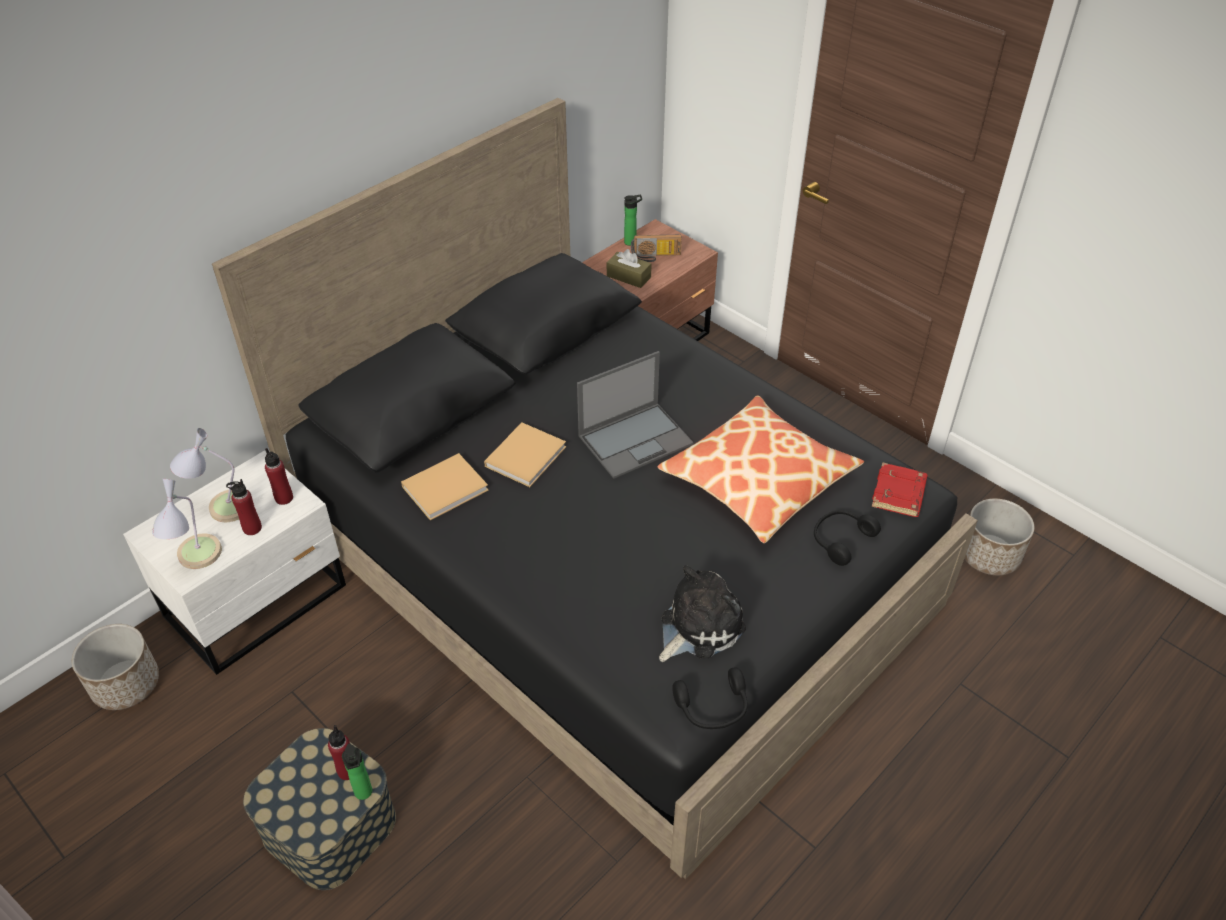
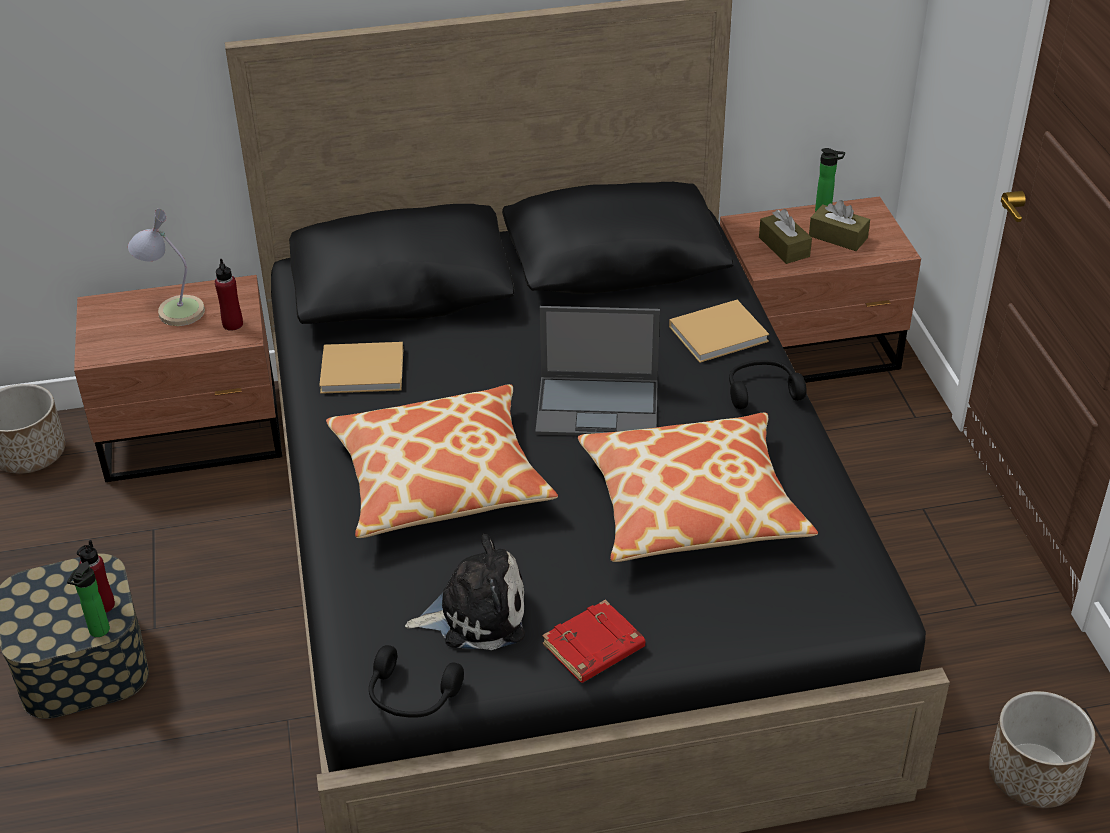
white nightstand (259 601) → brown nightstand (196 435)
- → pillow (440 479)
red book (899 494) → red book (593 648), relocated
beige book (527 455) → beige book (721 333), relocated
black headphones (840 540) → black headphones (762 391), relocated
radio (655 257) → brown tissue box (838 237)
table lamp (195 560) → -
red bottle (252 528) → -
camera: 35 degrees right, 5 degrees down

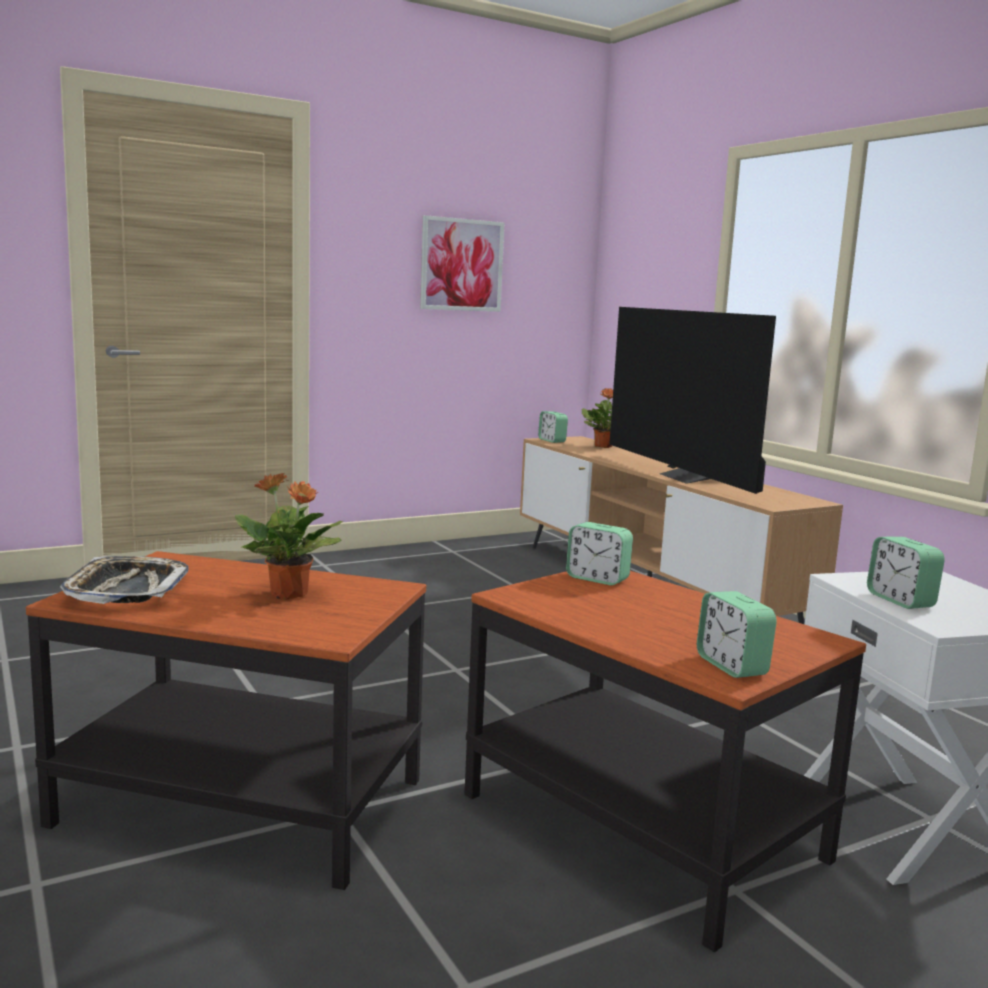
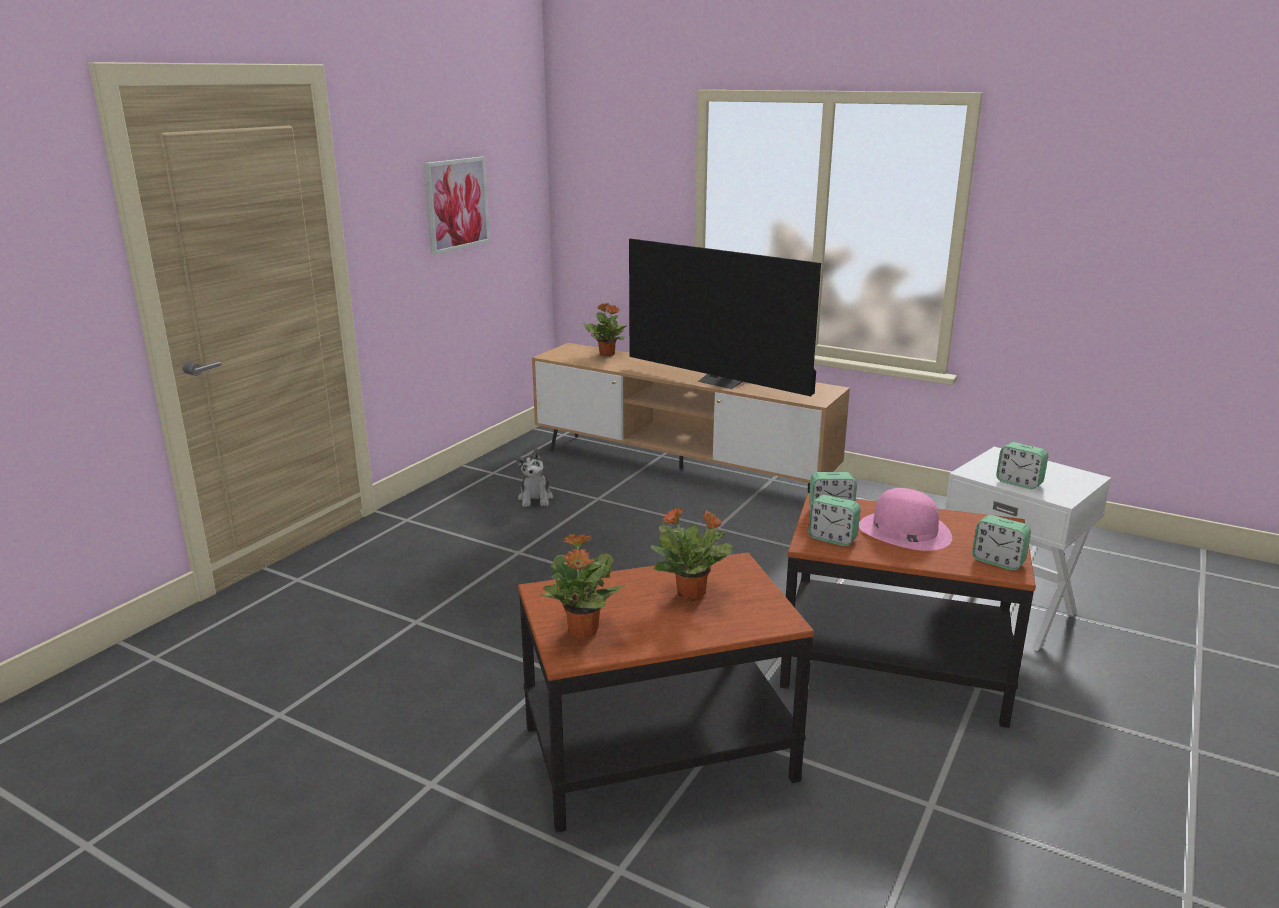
- → plush toy (536 498)
tray (126 589) → potted plant (582 631)
alarm clock (552 440) → alarm clock (832 539), relocated
- → pink hat (904 531)
camera: 30 degrees left, 10 degrees up

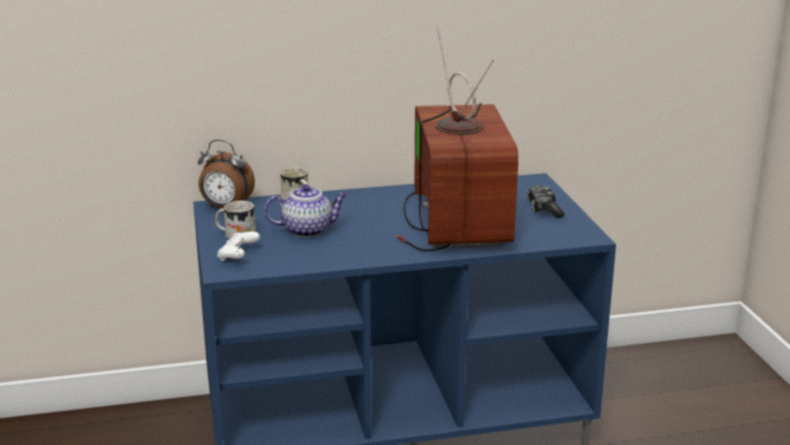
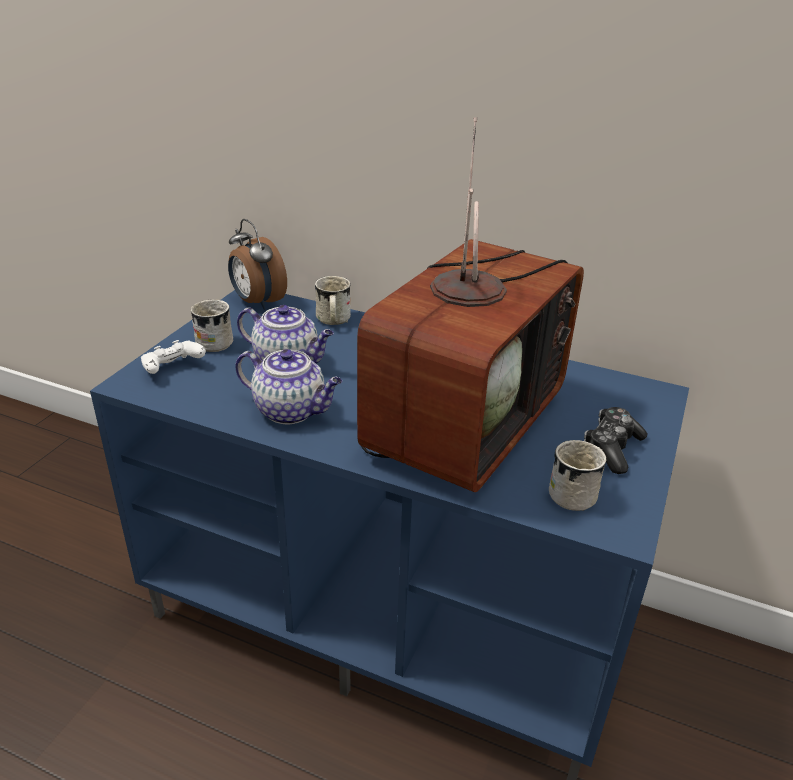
- → teapot (291 411)
- → white mug (578 493)
camera: 35 degrees right, 10 degrees up

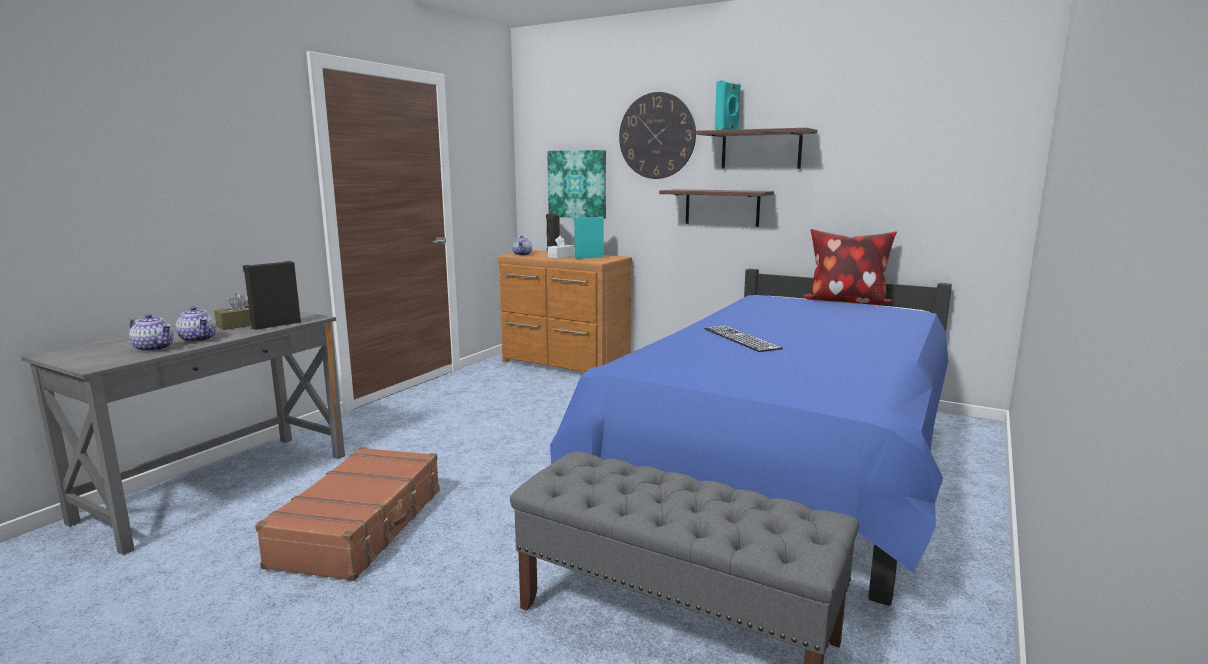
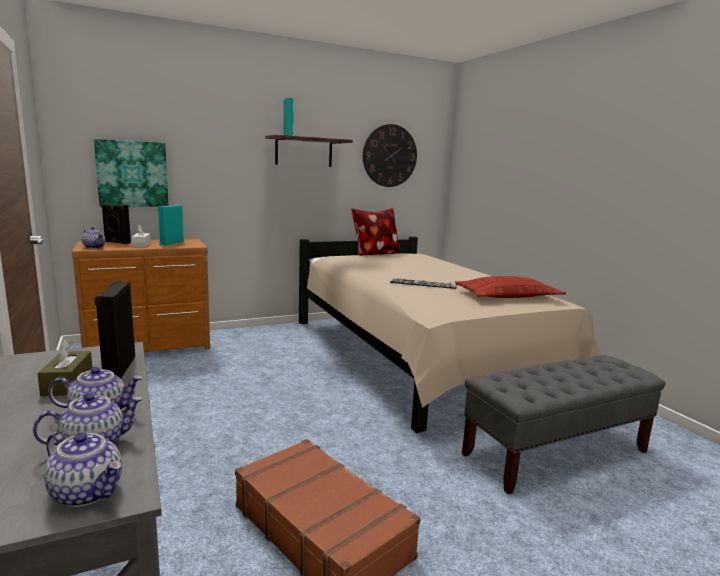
- → teapot (88 492)
blue bed (786 462) → beige bed (417 358)
wall clock (657 136) → wall clock (389 156), relocated
- → pillow (507 296)
shelf (722 207) → -
camera: 55 degrees left, 0 degrees up

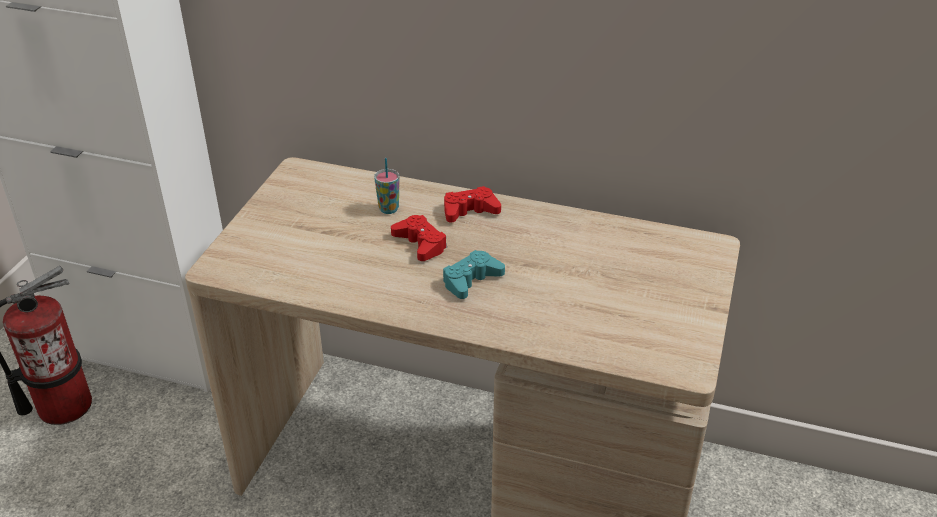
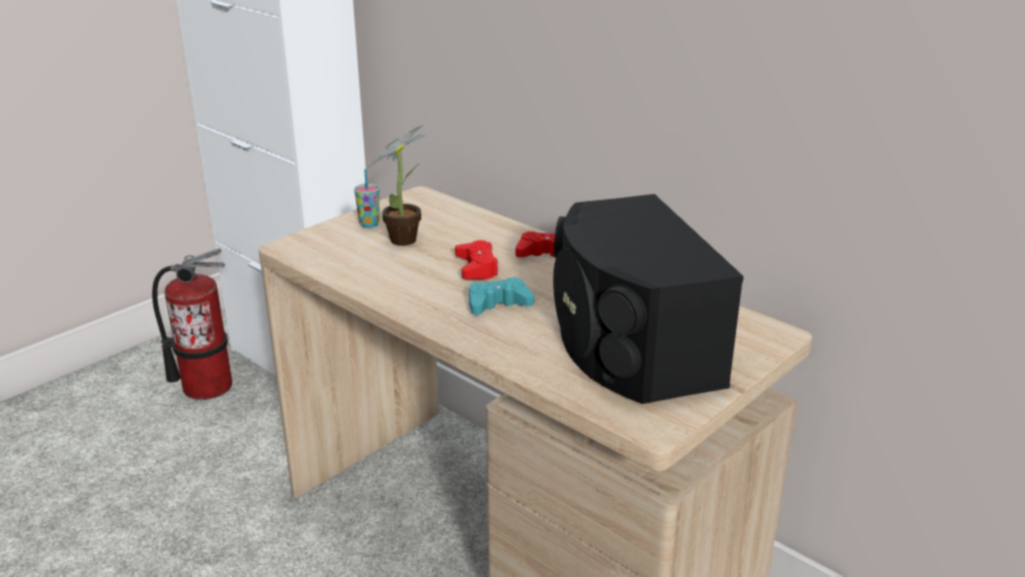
cup (388 209) → cup (369 224), relocated
- → potted plant (407 239)
- → black speaker (629 346)
camera: 25 degrees right, 10 degrees down

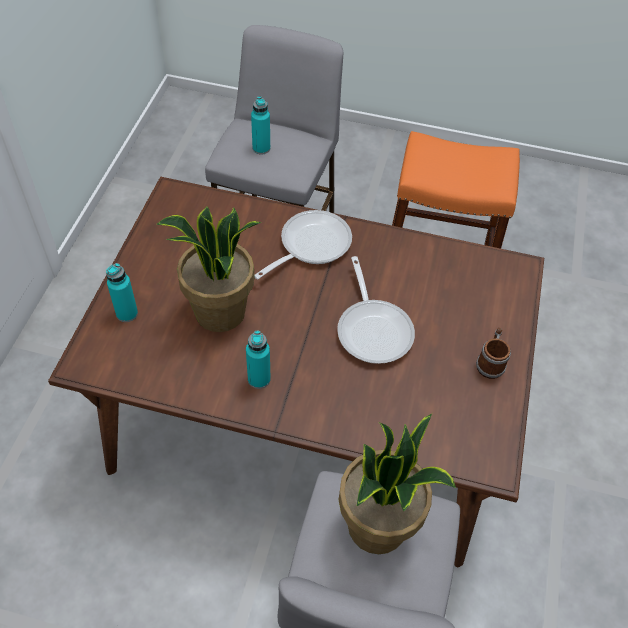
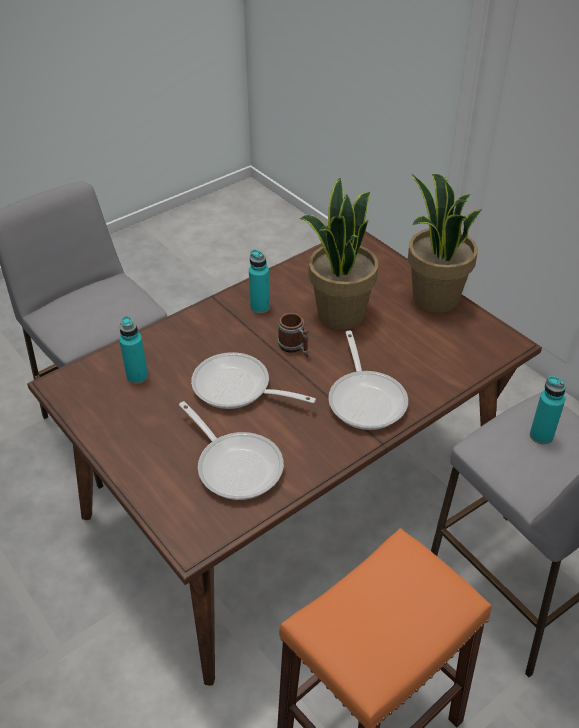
turquoise bottle (127 313) → turquoise bottle (137 376), relocated
- → frying pan (236 465)
mug (490 363) → mug (295 347), relocated
potted plant (378 526) → potted plant (434 298), relocated
camera: 130 degrees right, 10 degrees down

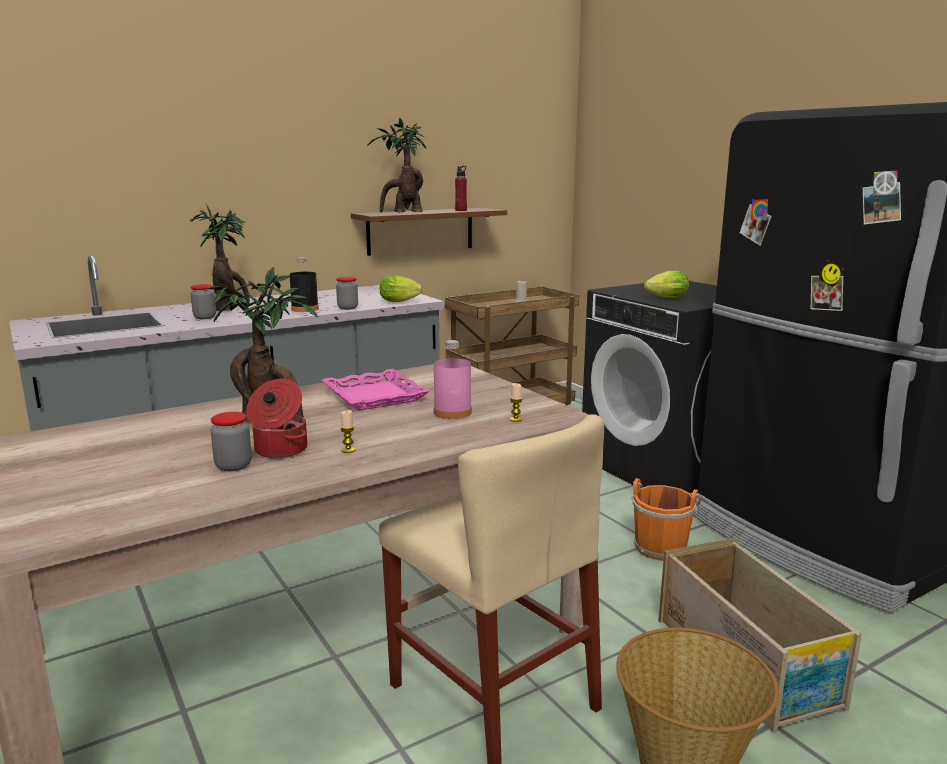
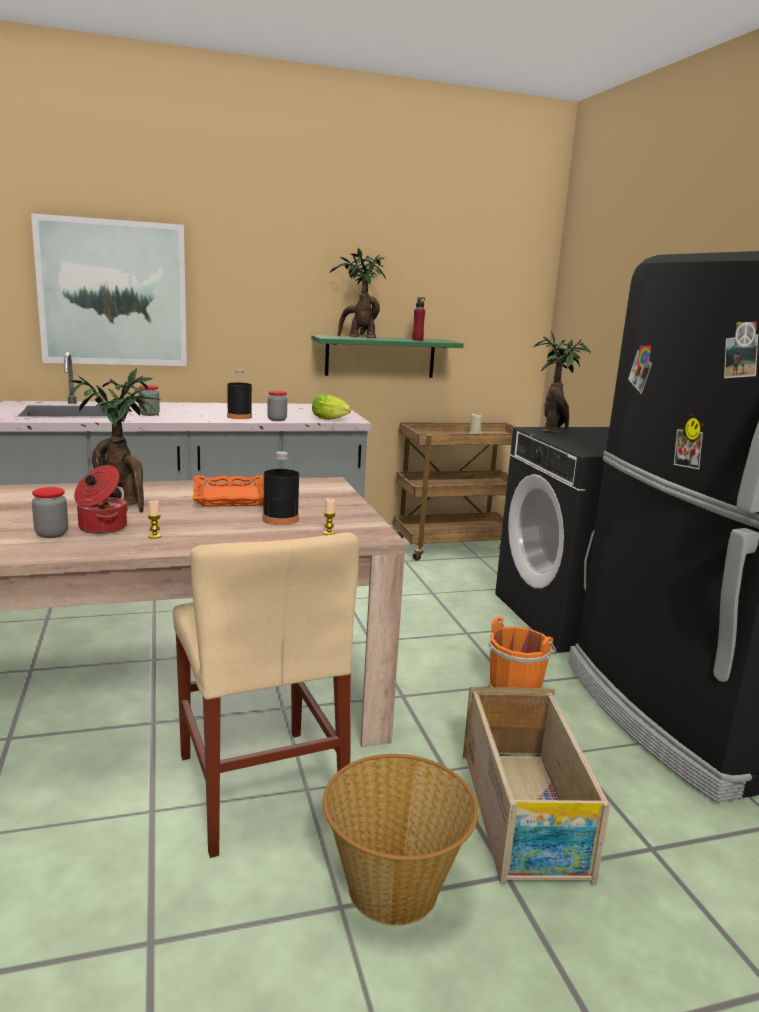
- → picture (113 293)
pink tray (375 396) → orange tray (232 497)
pink bottle (452 412) → black bottle (280 519)
brown shelf (420 231) → green shelf (380 357)
potted plant (229 308) → potted plant (553 431), relocated
lettuce (665 298) → -
camera: 15 degrees right, 0 degrees up

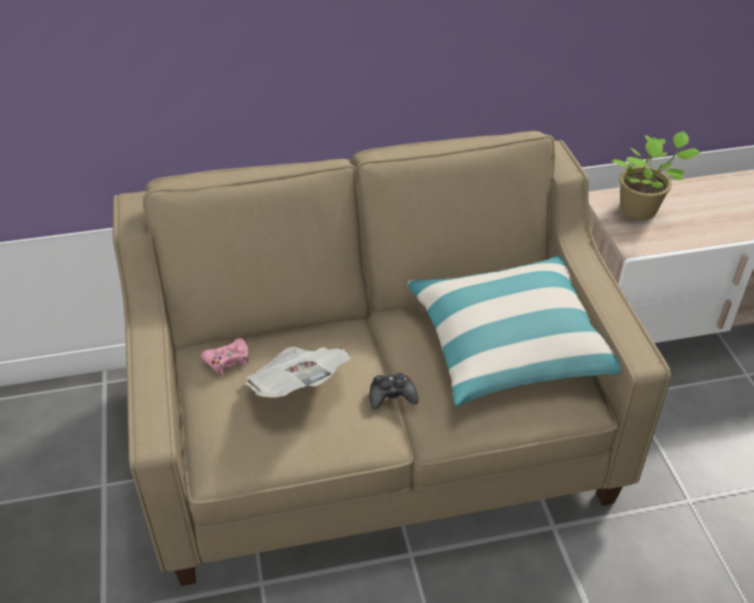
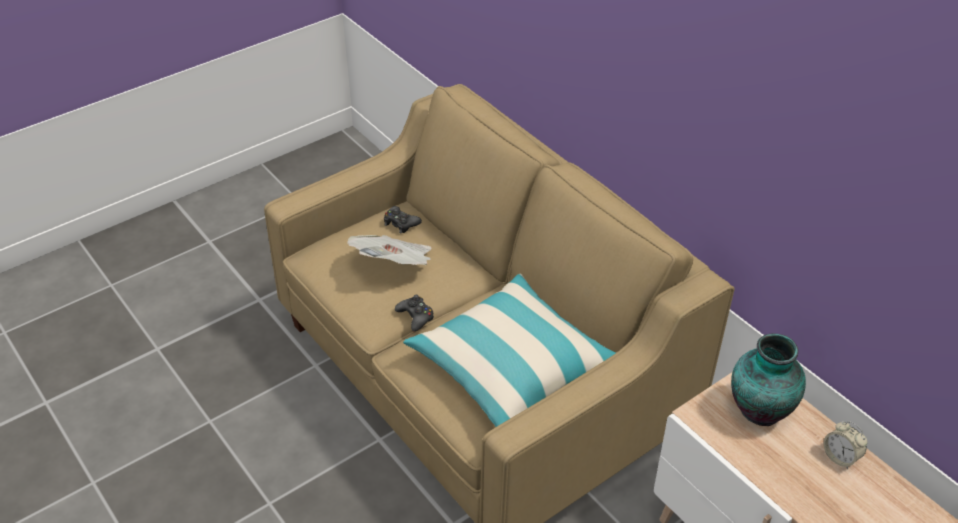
pink game controller (228 360) → black game controller (401 223)
potted plant (641 210) → vase (759 409)
- → alarm clock (840 457)
camera: 65 degrees right, 0 degrees up

